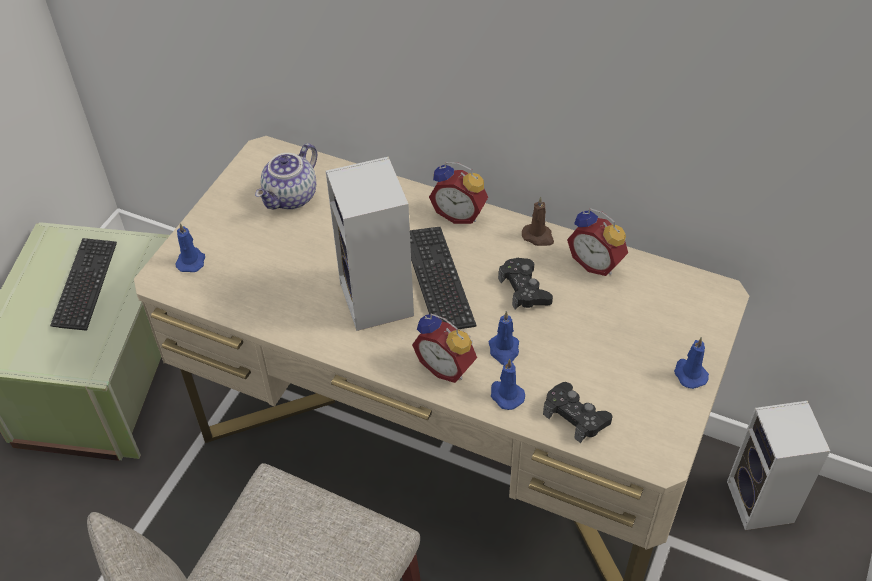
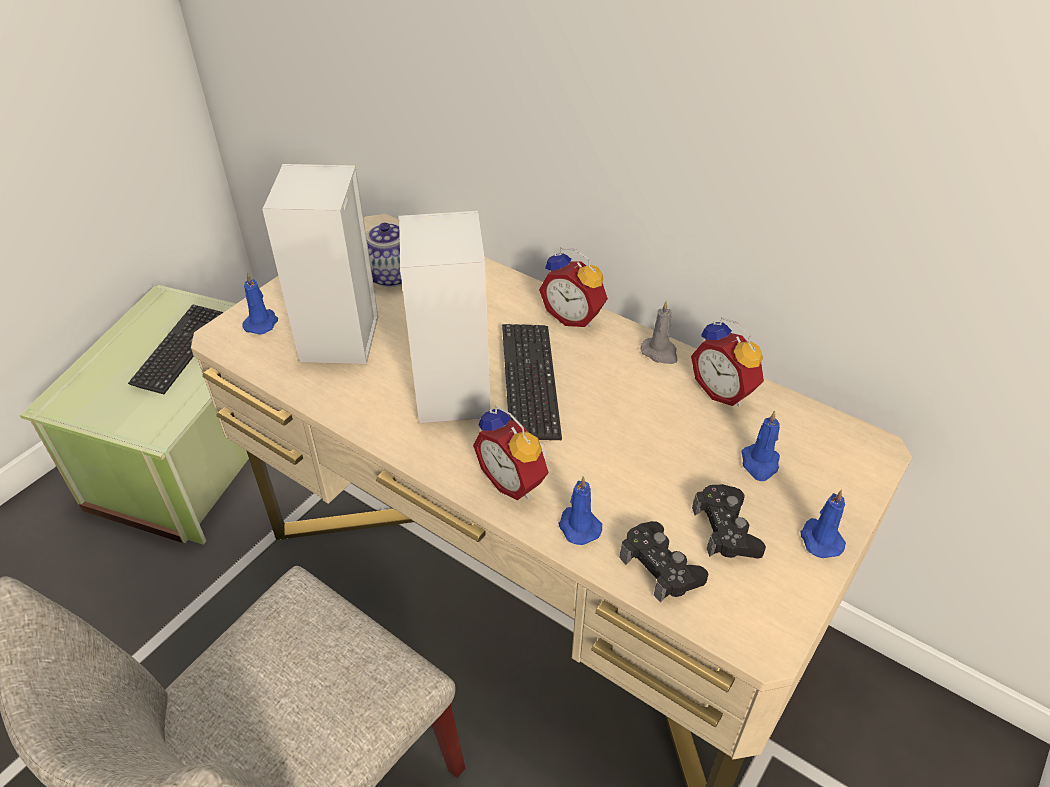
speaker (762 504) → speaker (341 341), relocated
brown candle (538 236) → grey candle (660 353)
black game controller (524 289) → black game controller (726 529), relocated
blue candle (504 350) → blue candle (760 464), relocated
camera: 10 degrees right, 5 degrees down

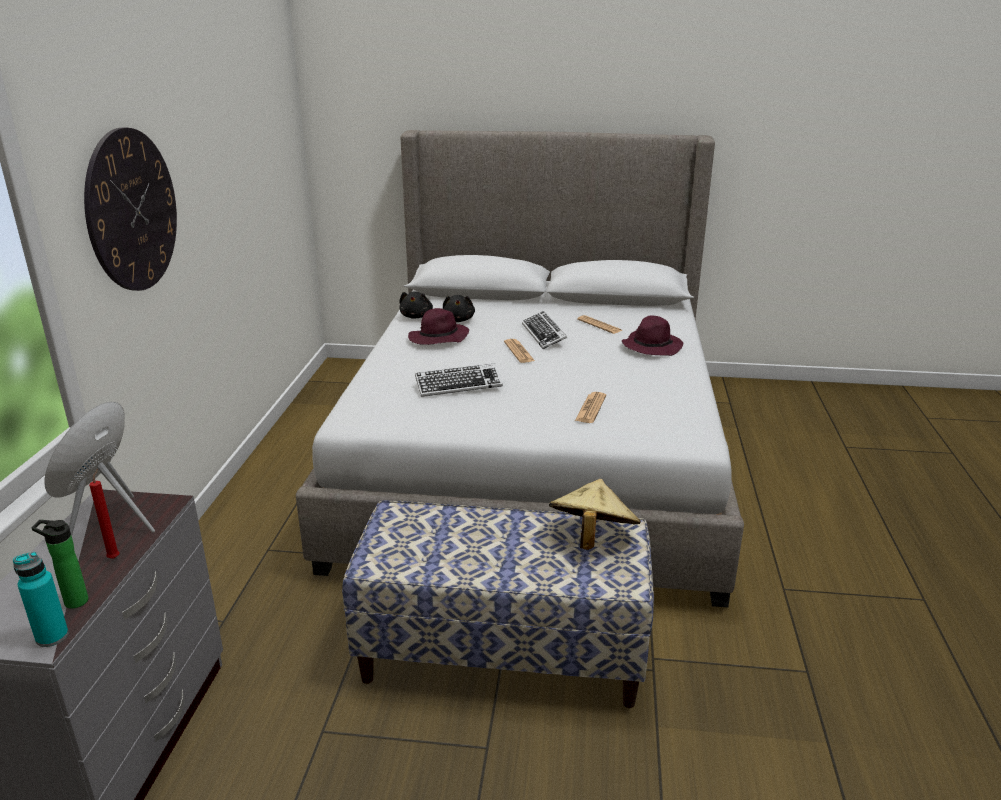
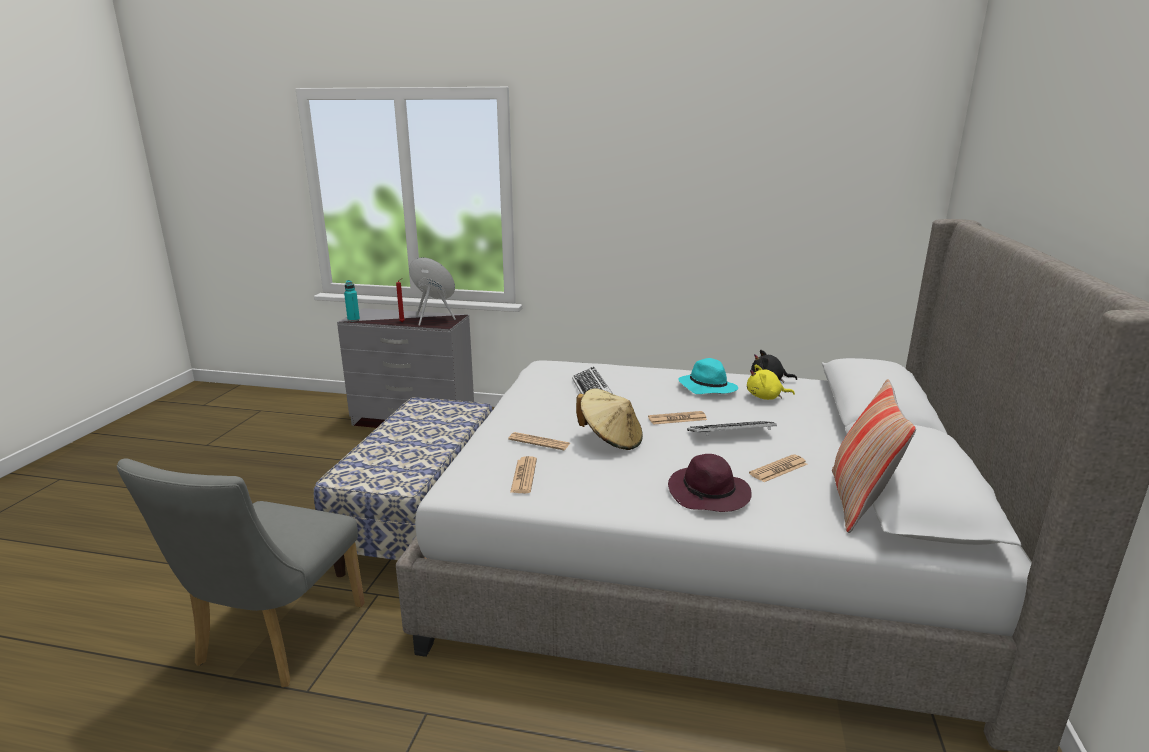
- → grey chair (273 641)
- → newspaper (524 476)
beige hat (591 537) → beige hat (610 440), relocated
purple hat (438 339) → turquoise hat (706 387)
black plush toy (458 320) → yellow plush toy (766 397)
- → pillow (858 502)
bottle (73 601) → -
wall clock (132 210) → -
camera: 95 degrees right, 5 degrees down

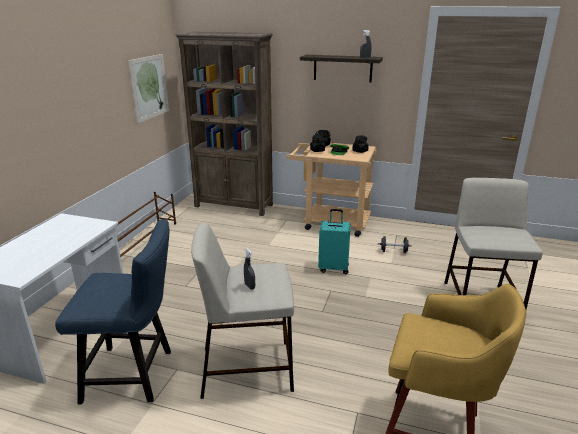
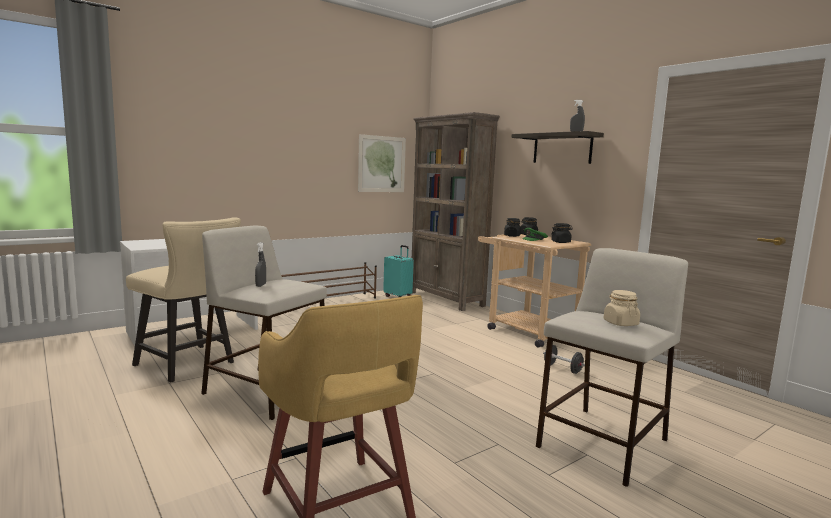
blue chair (135 375) → beige chair (189 365)
turquoise suitcase (333 268) → turquoise suitcase (398 297), relocated
- → beige jar (620 323)
camera: 35 degrees right, 15 degrees down

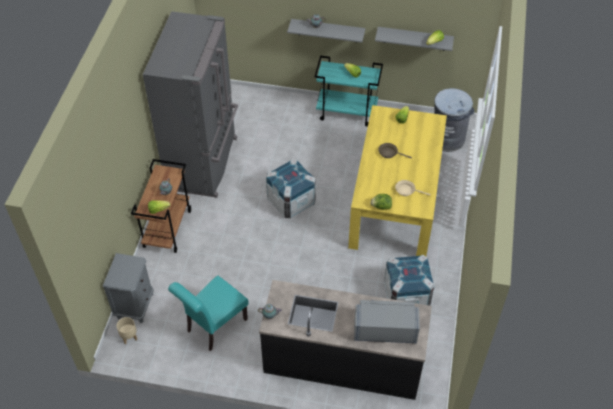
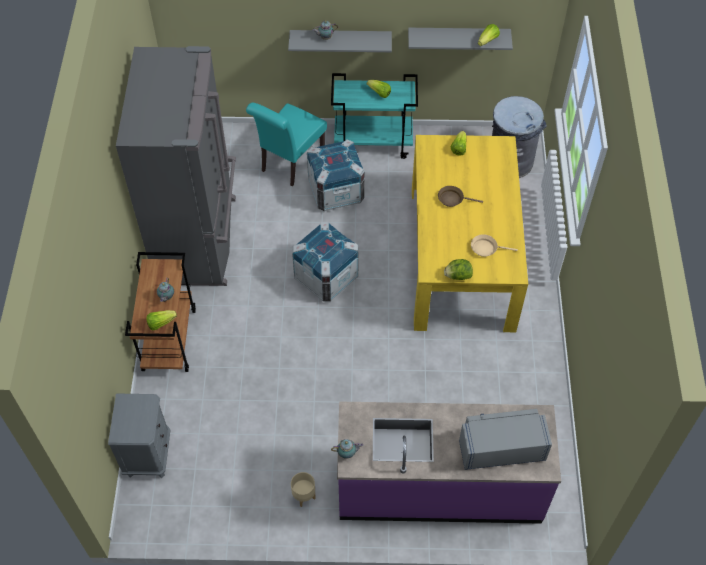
turquoise chair (213 327) → turquoise chair (290 163), relocated
beige planter (129 337) → beige planter (303 496), relocated
crate (406 295) → crate (336 191), relocated
black counter (343 361) → purple counter (439 486)
camera: 10 degrees left, 5 degrees up

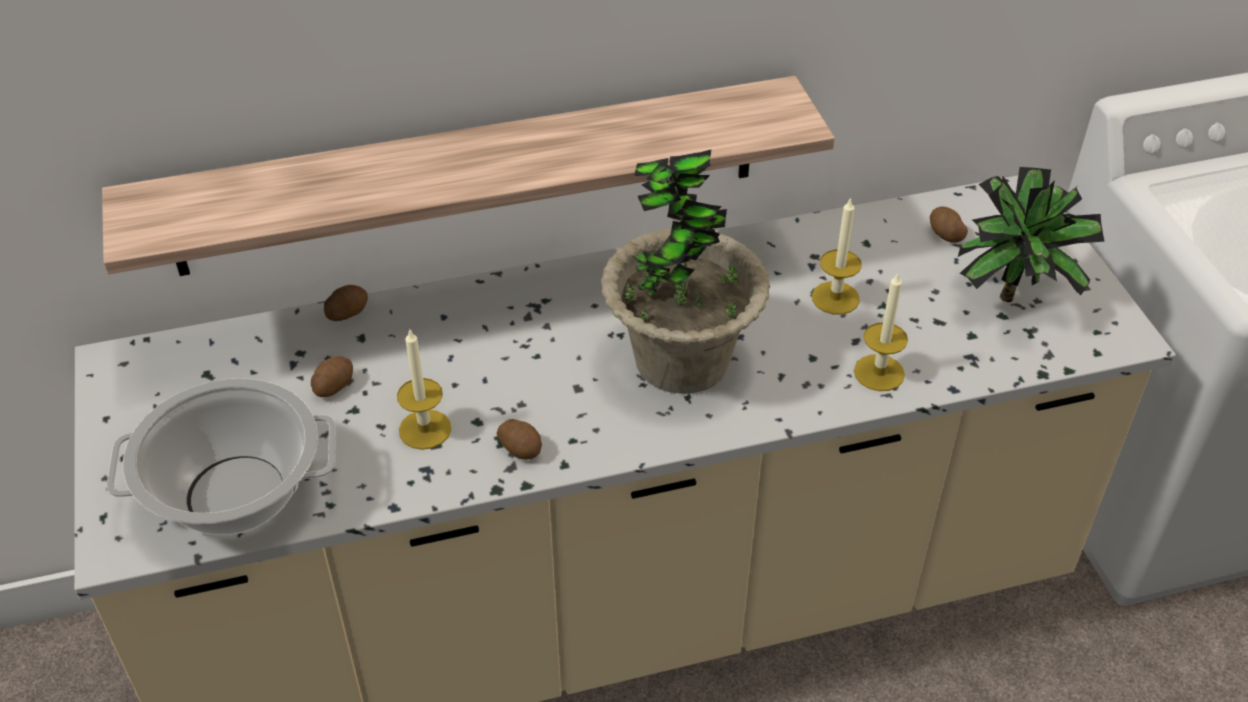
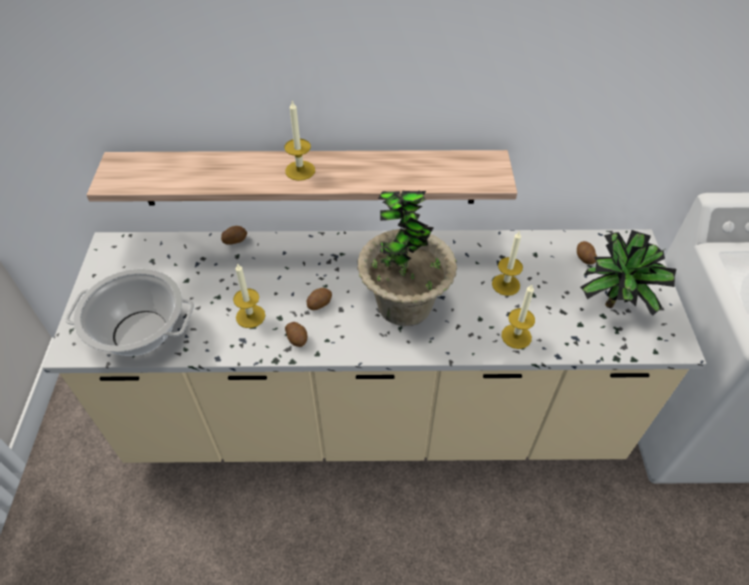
- → candle (300 170)
potato (333 386) → potato (319 303), relocated
camera: 15 degrees right, 5 degrees up

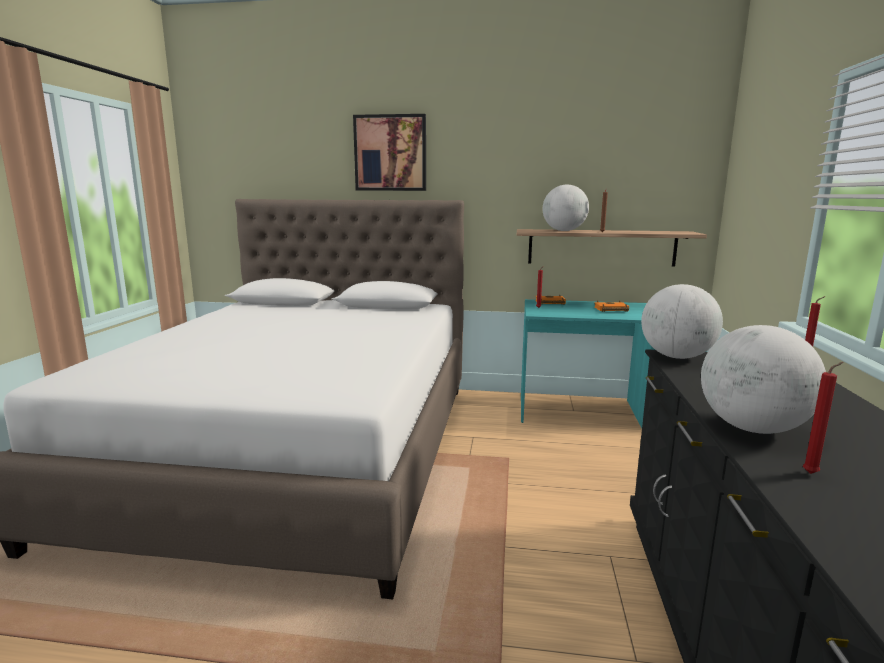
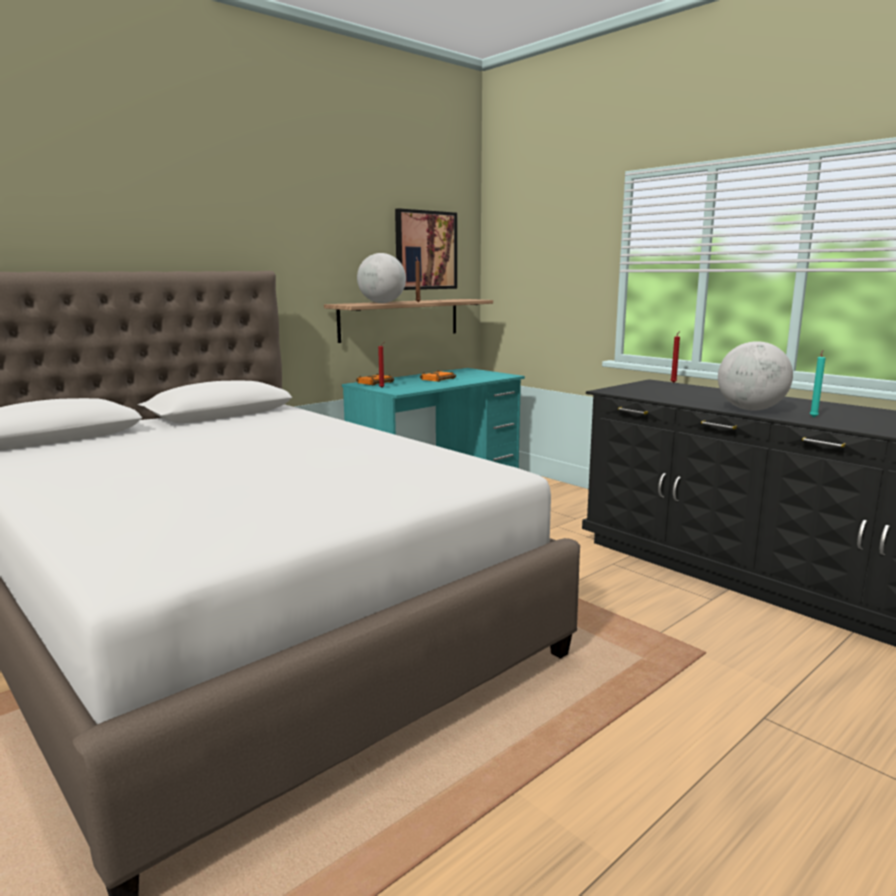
picture (390 153) → picture (425 250), relocated
red candle (812 473) → turquoise candle (813 417)
globe (676 357) → -
camera: 50 degrees left, 0 degrees up

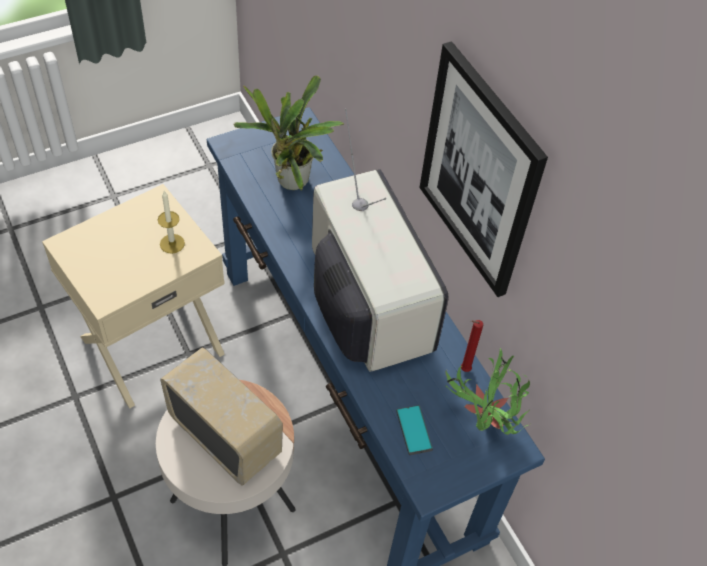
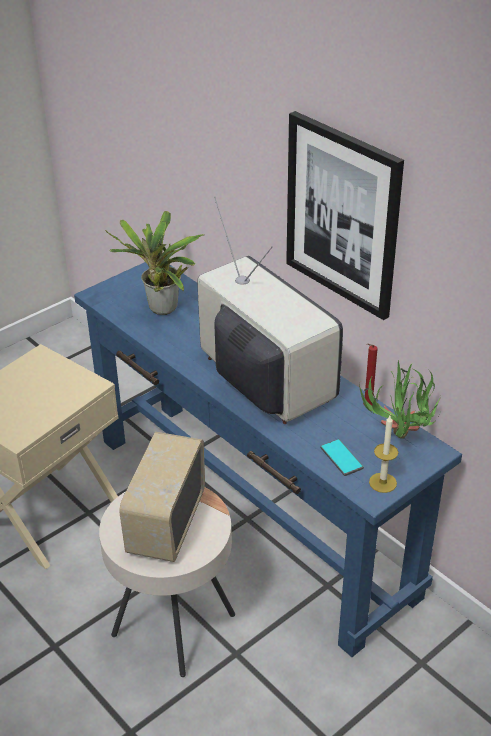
radio (226 435) → radio (165 523), 105 degrees counterclockwise
candle (172 243) → candle (382 482), relocated
camera: 10 degrees left, 15 degrees down

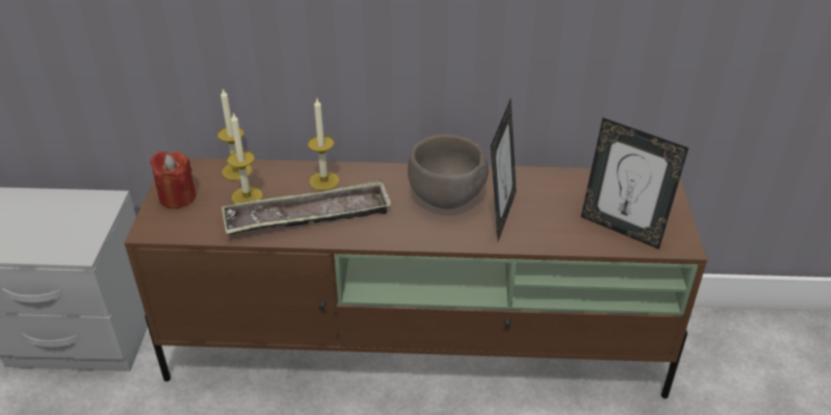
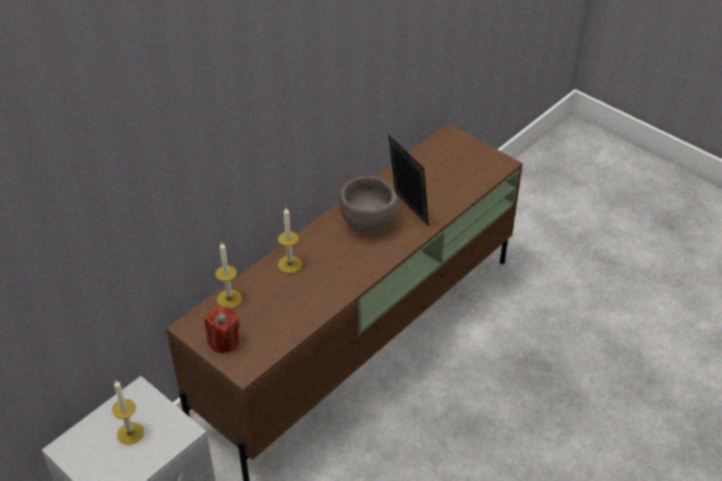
candle (247 196) → candle (130 433), relocated
tray (308 217) → -
picture frame (622 229) → -
camera: 50 degrees left, 5 degrees up

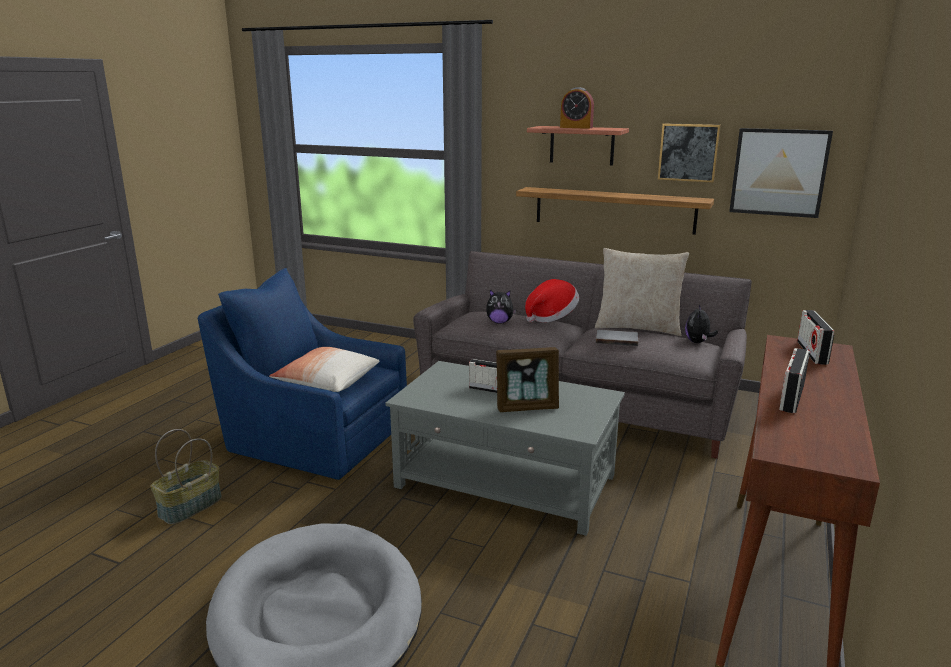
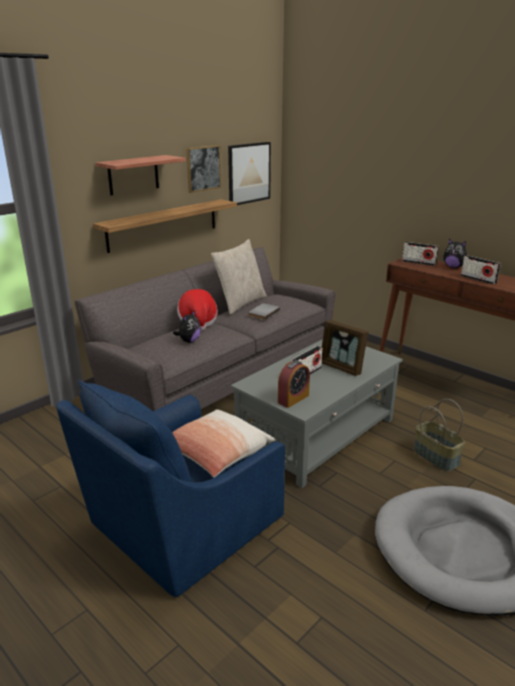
alarm clock (576 127) → alarm clock (293 399), relocated
picture frame (527 407) → picture frame (341 367), 120 degrees clockwise
basket (190 507) → basket (436 457), relocated
plush toy (698 342) → plush toy (453 267), relocated
camera: 70 degrees left, 5 degrees up

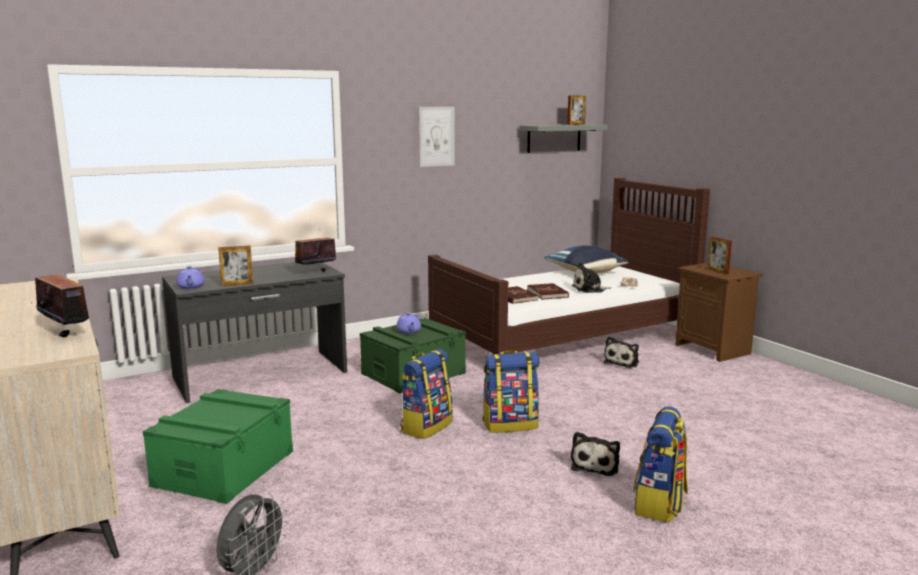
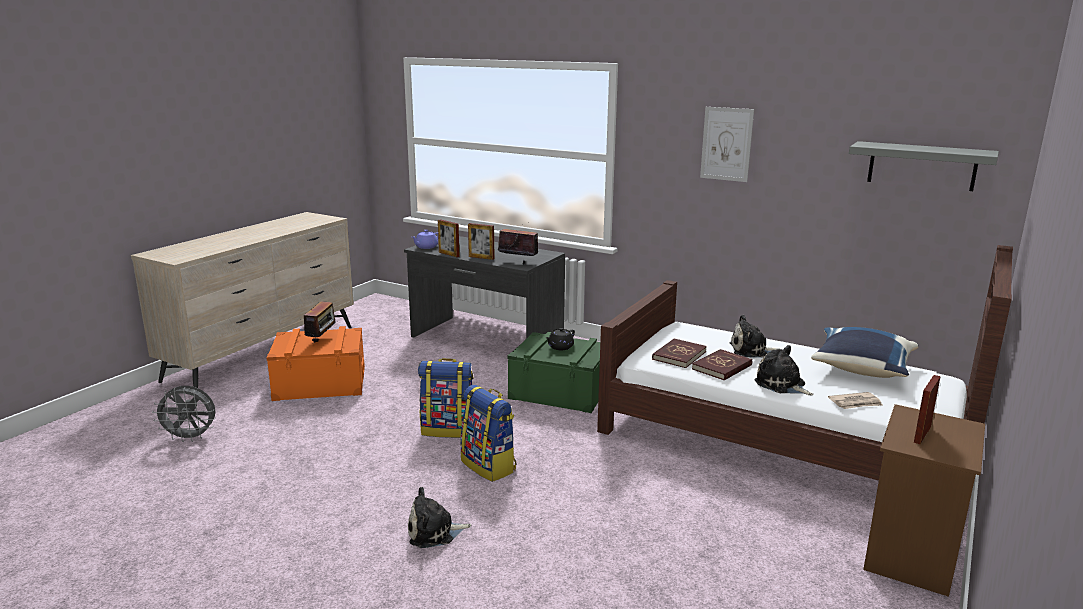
green storage box (224 468) → orange storage box (320 383)
radio (66 333) → radio (322 340), relocated
picture frame (576 124) → picture frame (481 257), relocated
purple teapot (408 331) → black teapot (560 347)
plush toy (622 362) → plush toy (751 350), relocated
backpack (660 505) → -
camera: 60 degrees right, 5 degrees up

